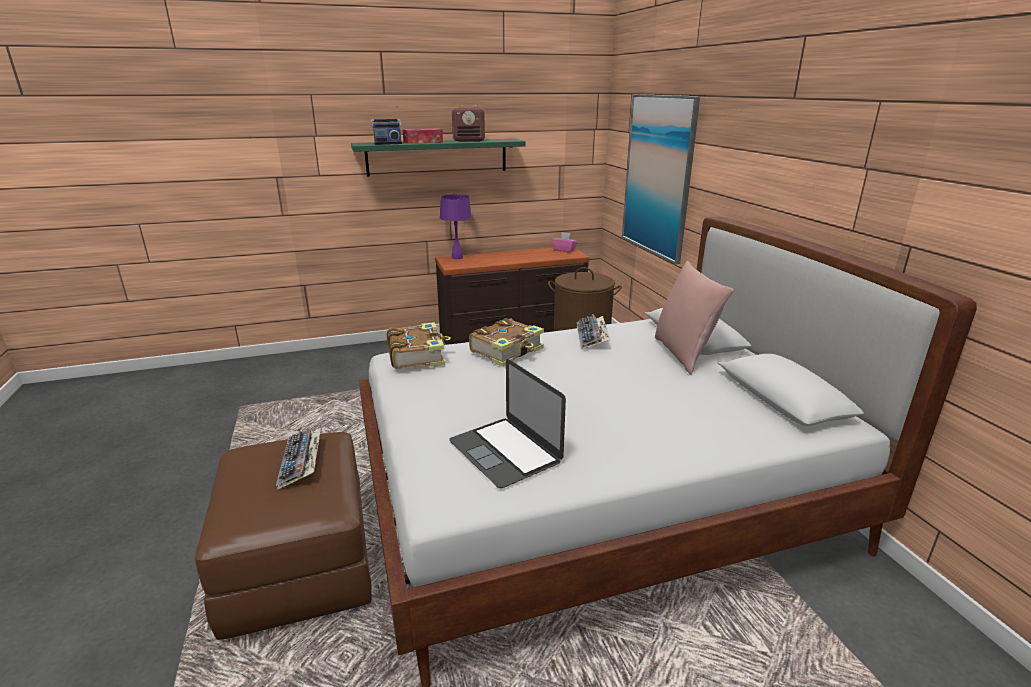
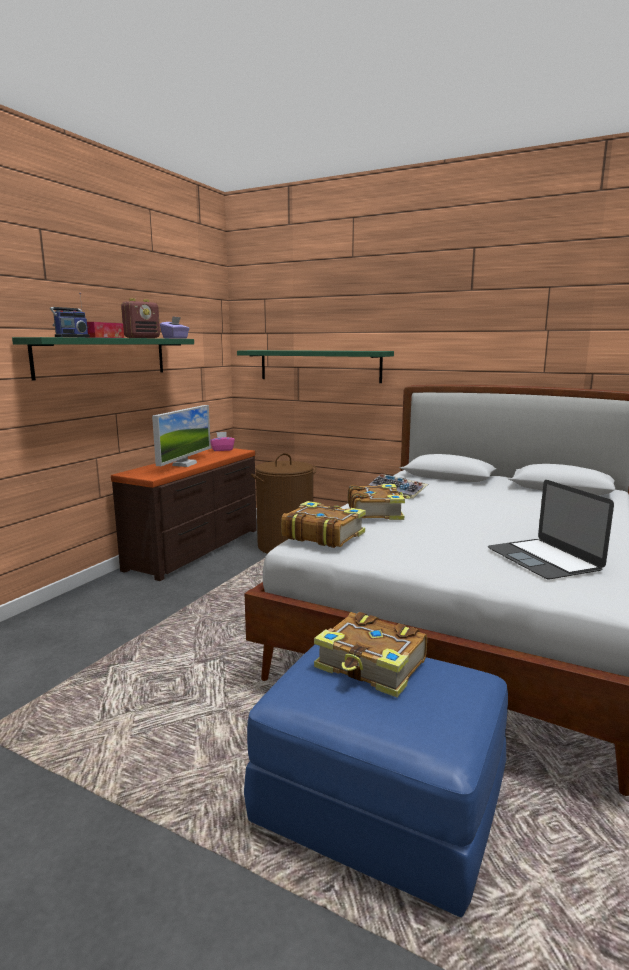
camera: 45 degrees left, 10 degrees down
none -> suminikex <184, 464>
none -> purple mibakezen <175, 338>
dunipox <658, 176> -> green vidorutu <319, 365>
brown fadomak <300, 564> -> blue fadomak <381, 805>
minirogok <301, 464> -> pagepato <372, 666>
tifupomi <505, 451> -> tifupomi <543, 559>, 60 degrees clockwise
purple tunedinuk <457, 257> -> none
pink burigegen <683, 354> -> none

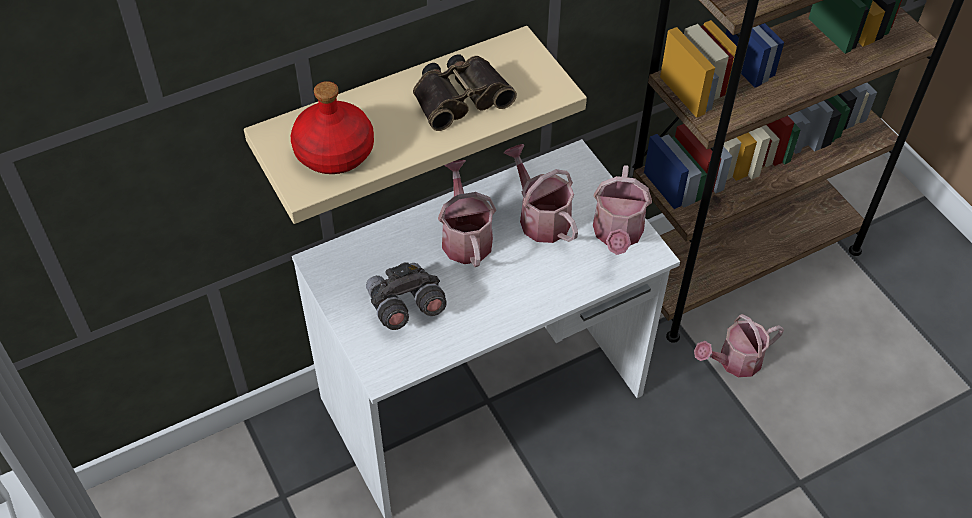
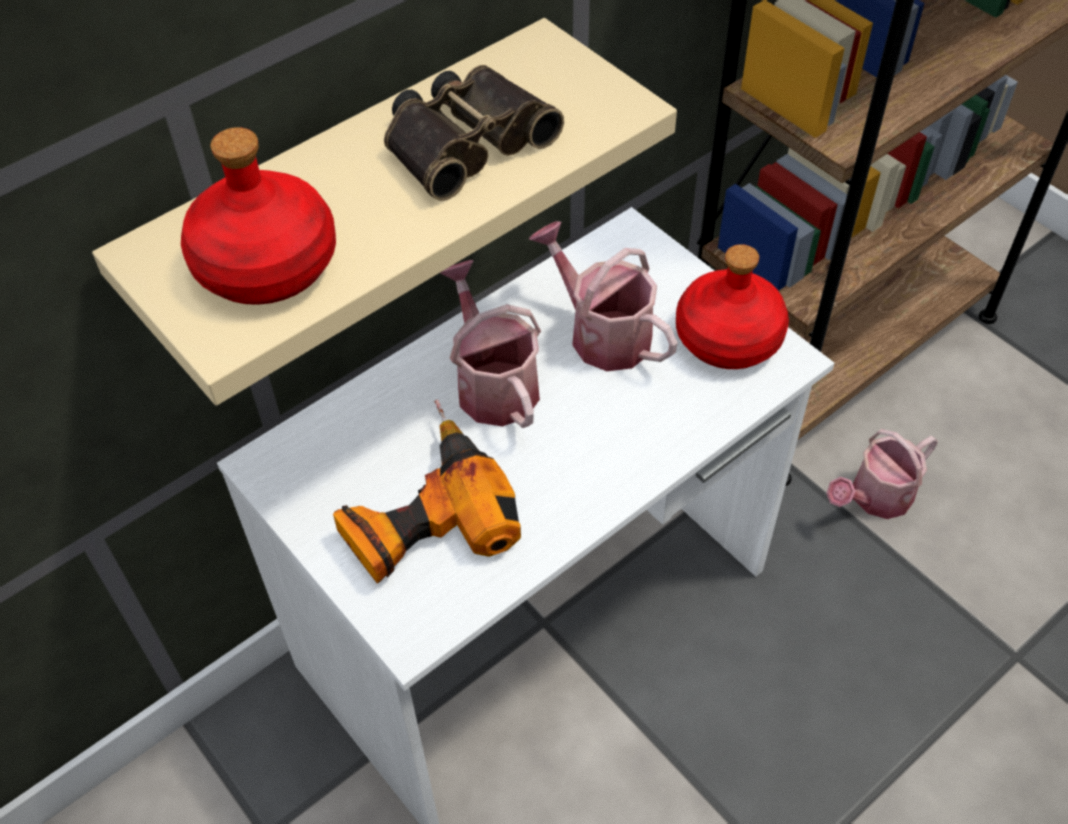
camera: 10 degrees left, 0 degrees up
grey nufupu <405, 306> -> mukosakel <422, 513>
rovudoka <617, 234> -> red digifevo <727, 339>

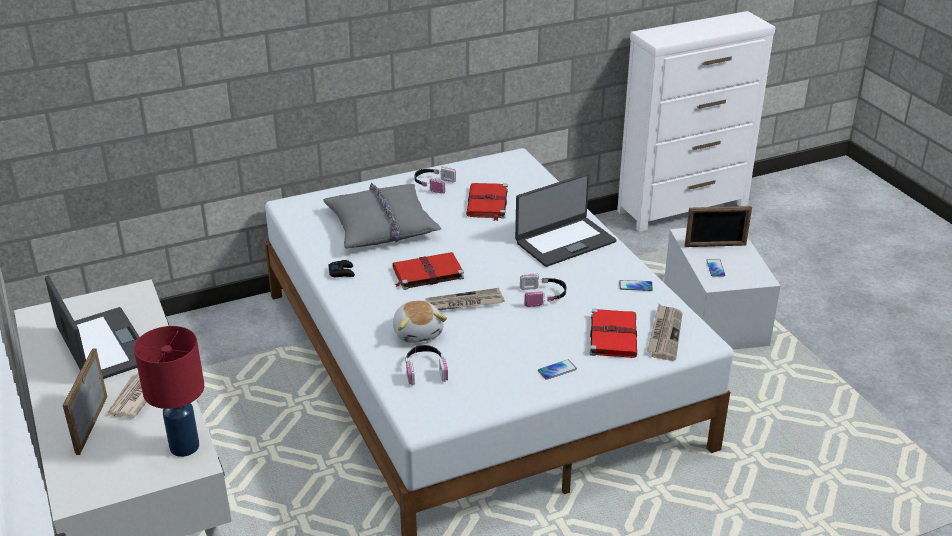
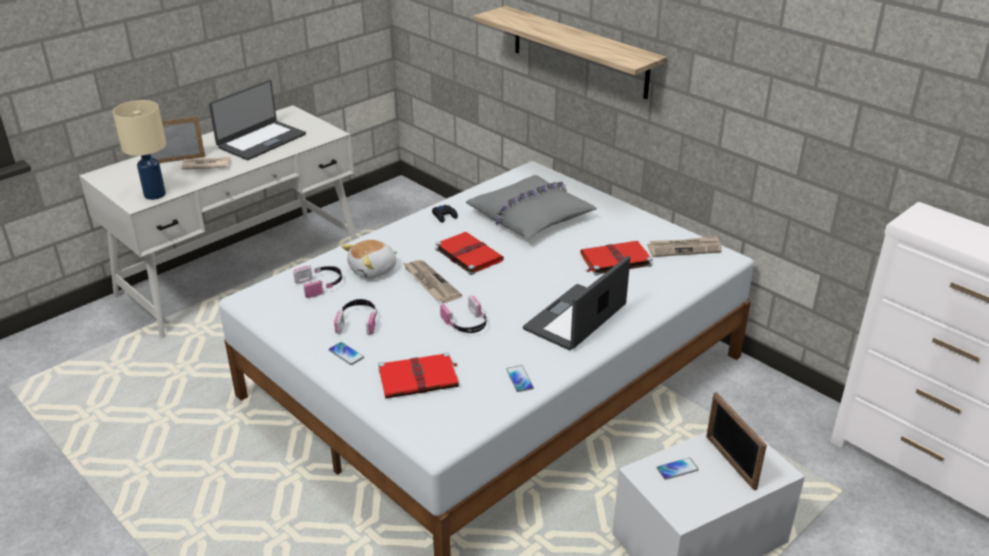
camera: 70 degrees right, 0 degrees up
red tunedinuk <185, 447> -> beige tunedinuk <154, 195>
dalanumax <433, 184> -> dalanumax <358, 322>, shifted
none -> vidorutu <579, 52>
tifupomi <564, 241> -> tifupomi <576, 318>, 90 degrees clockwise
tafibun <664, 334> -> tafibun <684, 248>, shifted

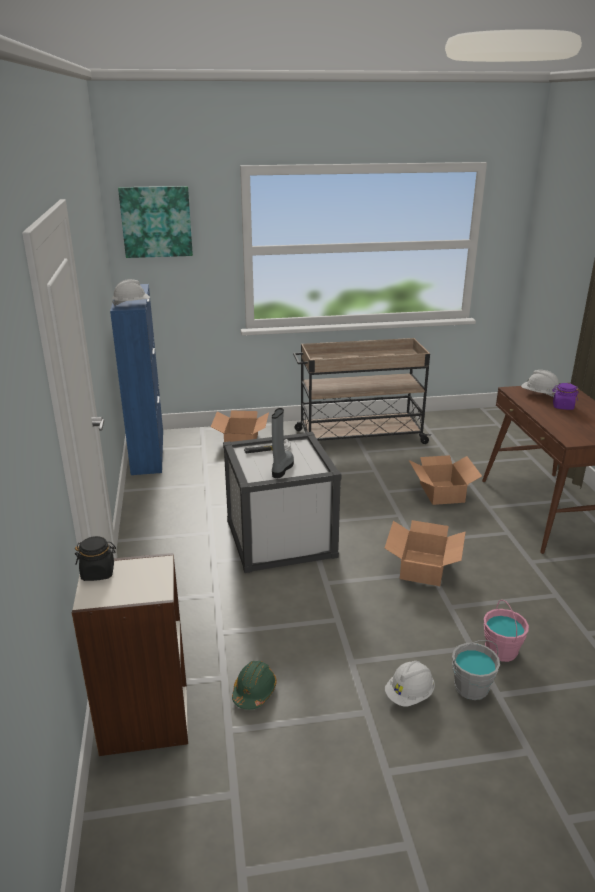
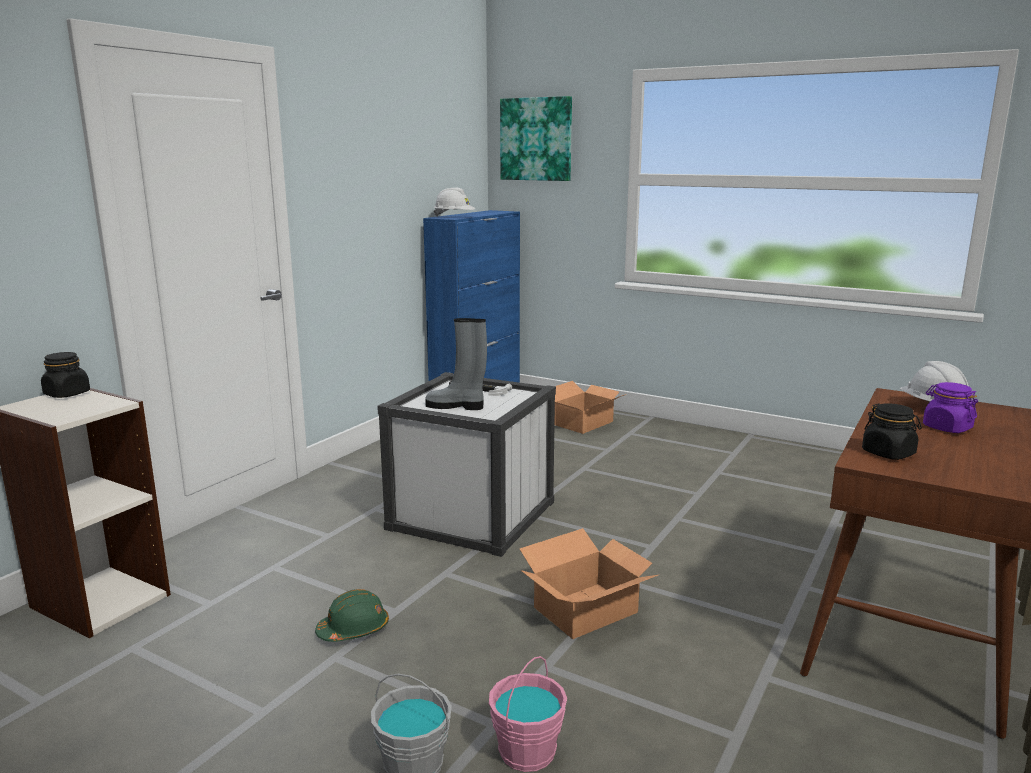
camera: 40 degrees right, 10 degrees down
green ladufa <254, 691> -> green ladufa <354, 630>, shifted
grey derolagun <282, 468> -> grey derolagun <456, 406>, 135 degrees counterclockwise
none -> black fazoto <888, 453>
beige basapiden <358, 437> -> none
white ladufa <409, 695> -> none
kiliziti <442, 492> -> none

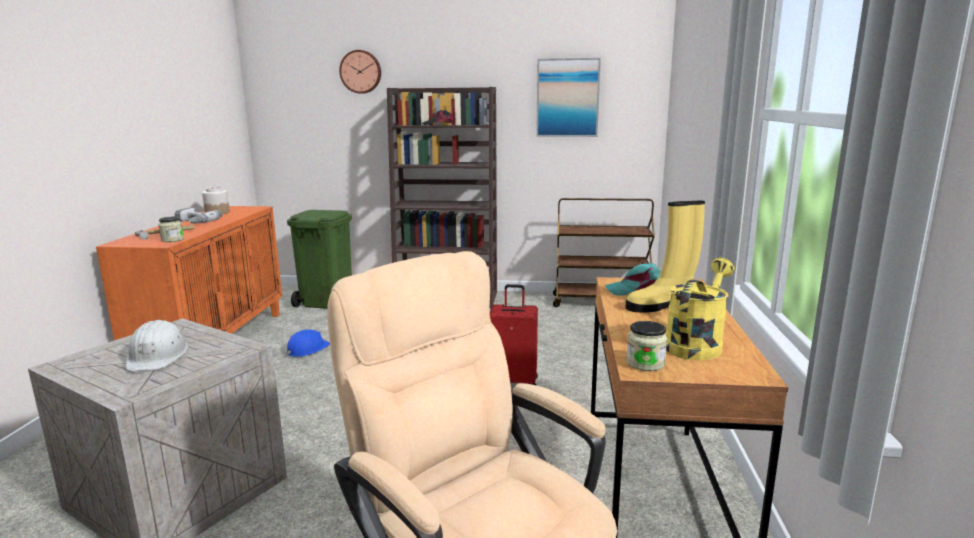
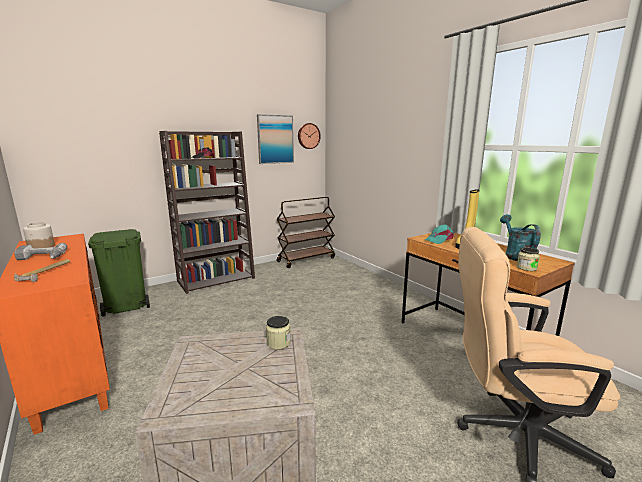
camera: 40 degrees left, 0 degrees up
fazoto <172, 240> -> fazoto <278, 343>, shifted
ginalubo <361, 72> -> ginalubo <308, 136>, shifted
yellow rovudoka <696, 344> -> turquoise rovudoka <516, 255>
white ladufa <157, 356> -> none
blue ladufa <307, 349> -> none
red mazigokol <513, 382> -> none

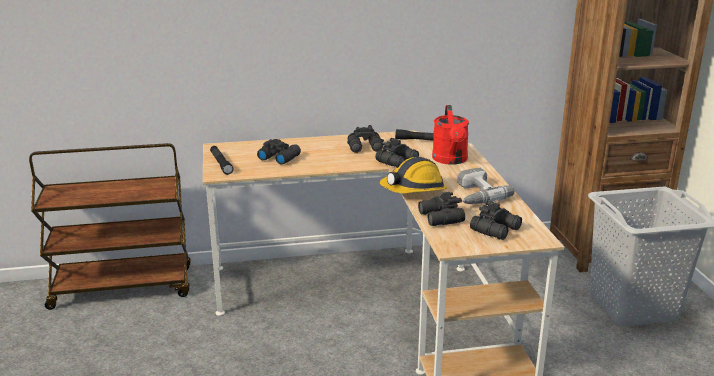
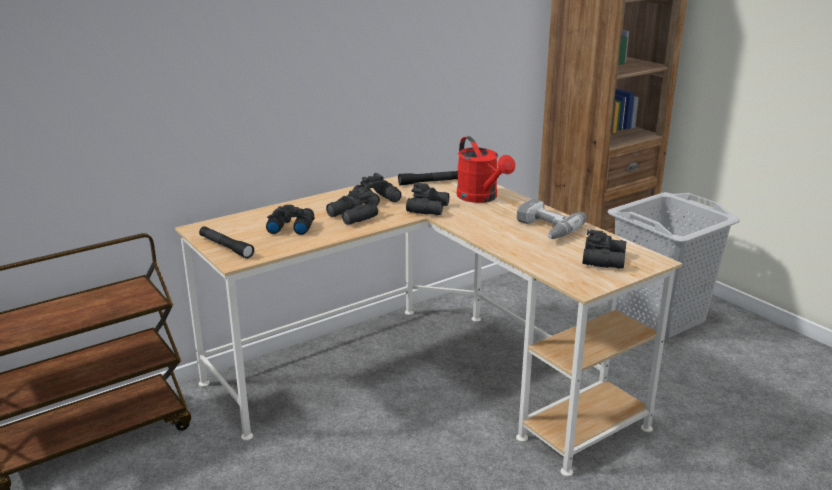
camera: 25 degrees left, 0 degrees up
black nufupu <440, 218> -> black nufupu <351, 217>, shifted
ladufa <413, 190> -> none

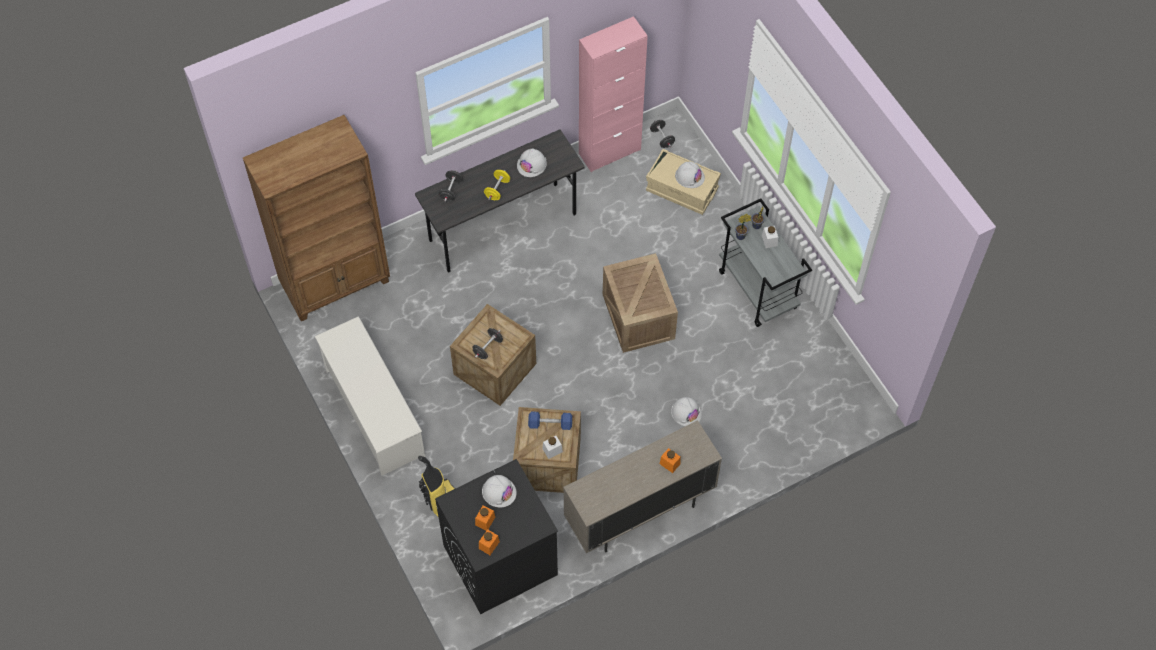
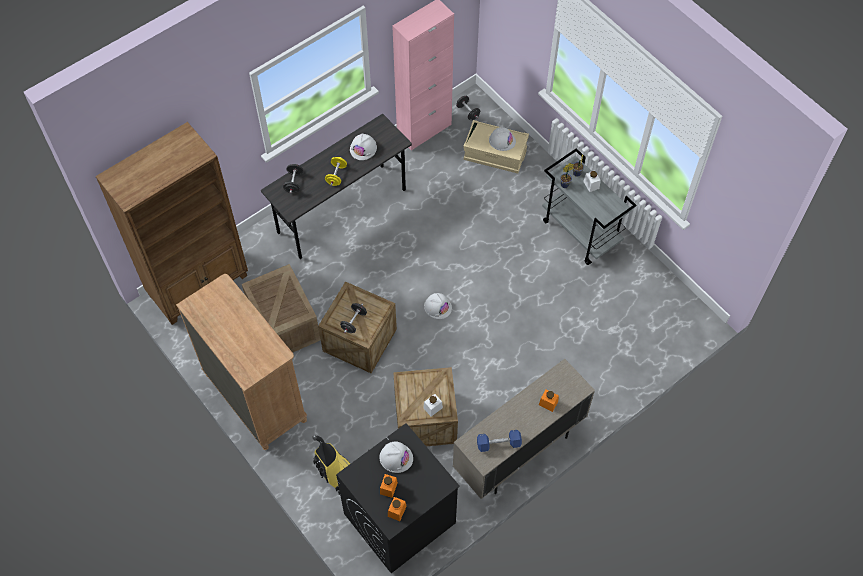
camera: 10 degrees left, 0 degrees up
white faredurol <374, 412> -> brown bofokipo <255, 398>
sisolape <637, 315> -> sisolape <283, 323>, shifted
white ladufa <686, 412> -> white ladufa <438, 307>, shifted
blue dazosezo <550, 424> -> blue dazosezo <498, 443>, shifted

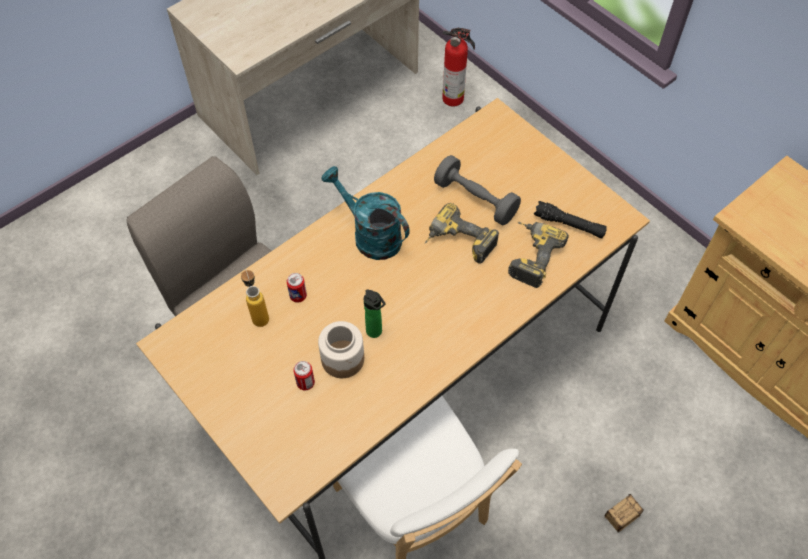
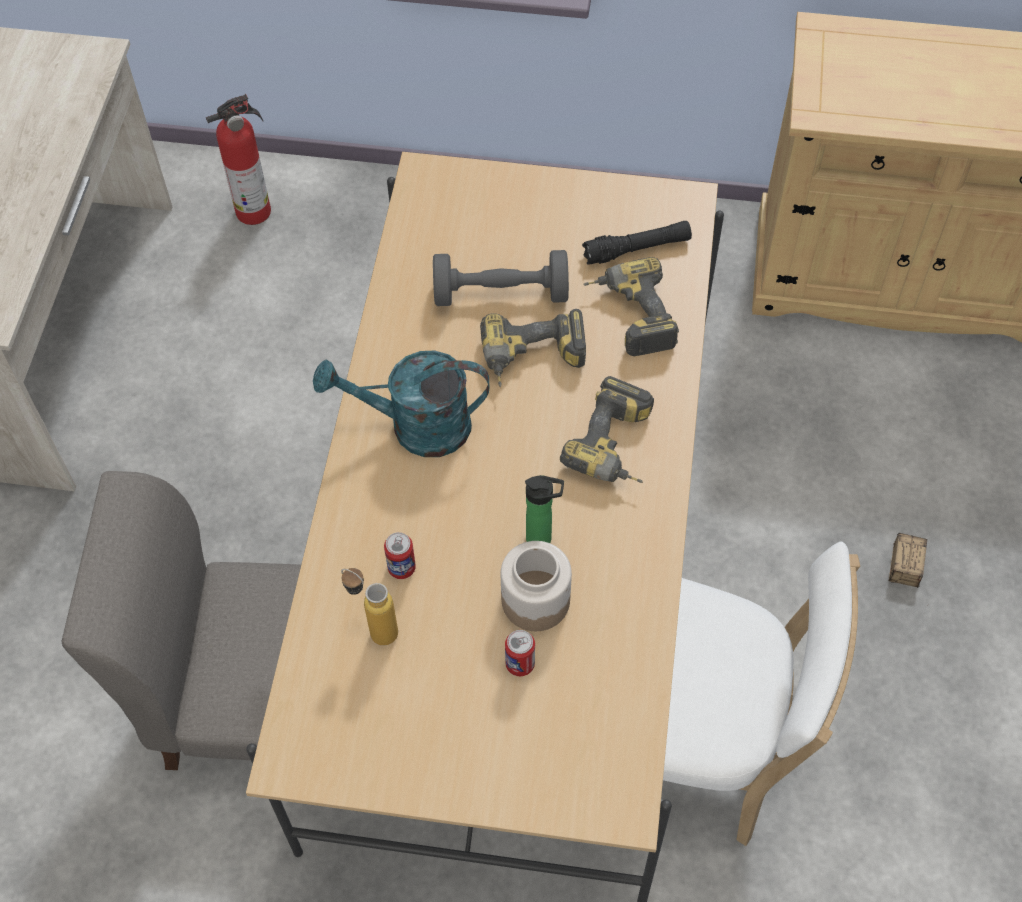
camera: 40 degrees left, 0 degrees up
none -> mukosakel <617, 447>

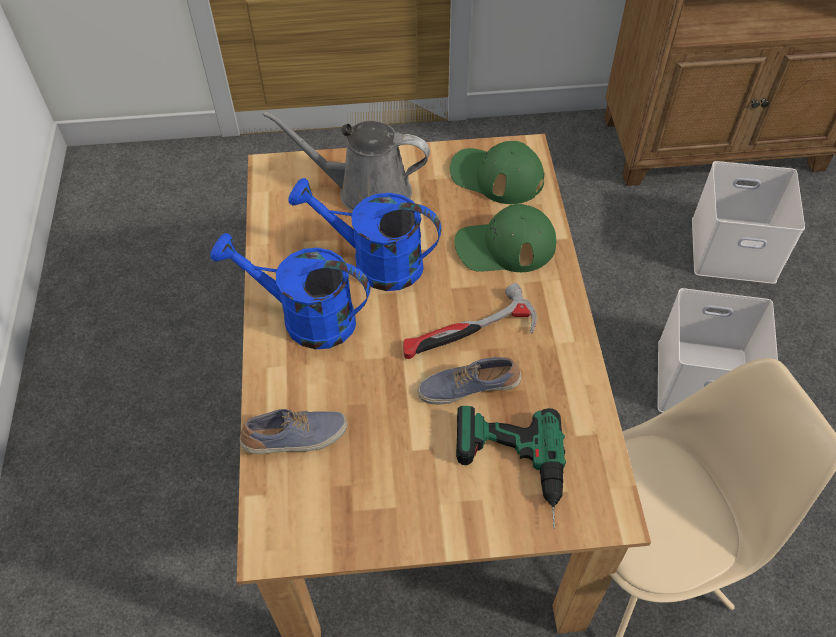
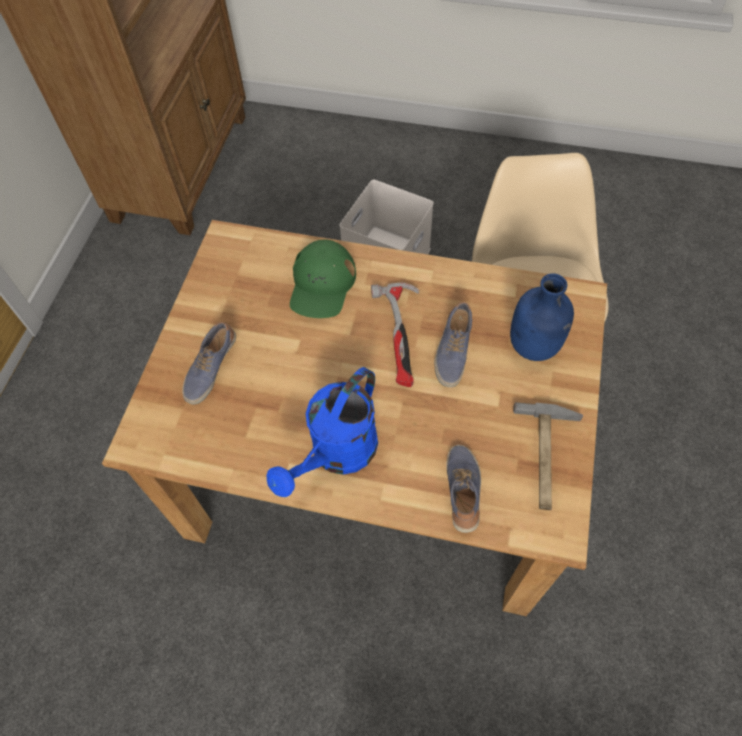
camera: 70 degrees left, 5 degrees up
grey rovudoka <366, 192> -> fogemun <210, 369>
mukosakel <510, 472> -> blue digifevo <534, 346>
none -> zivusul <546, 457>
blue rovudoka <375, 262> -> none
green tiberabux <496, 176> -> none
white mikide <731, 250> -> none

